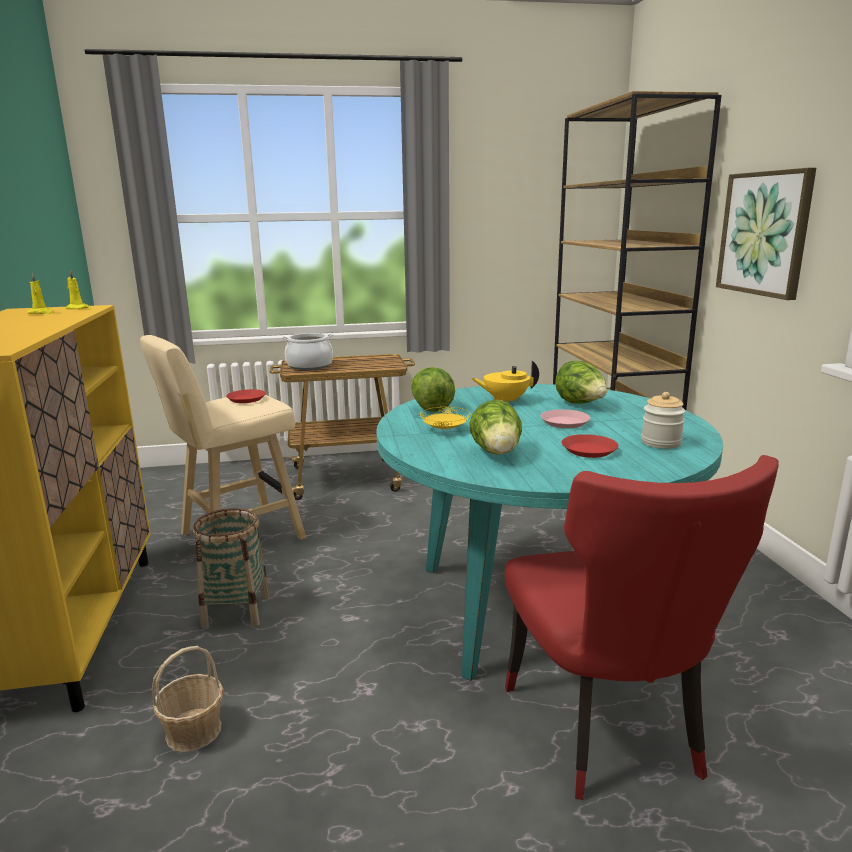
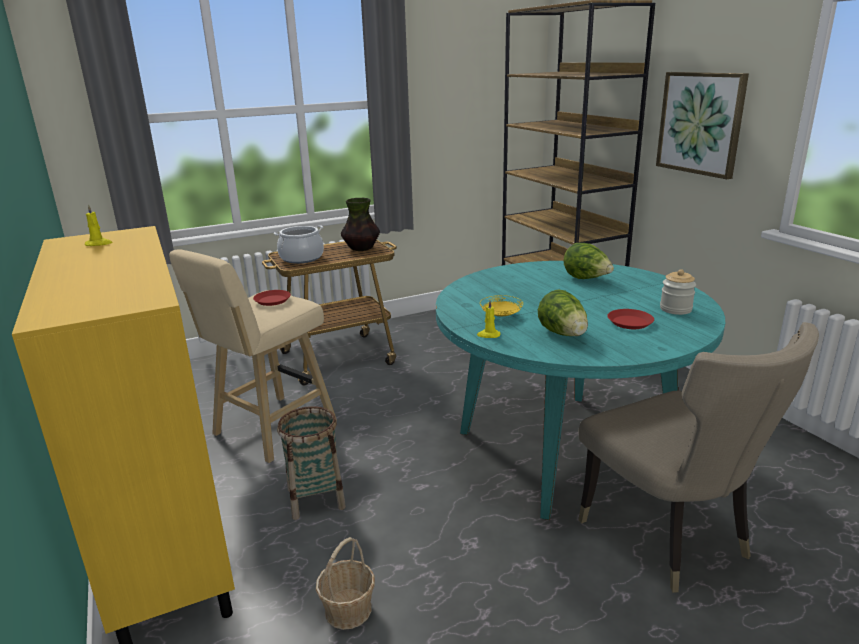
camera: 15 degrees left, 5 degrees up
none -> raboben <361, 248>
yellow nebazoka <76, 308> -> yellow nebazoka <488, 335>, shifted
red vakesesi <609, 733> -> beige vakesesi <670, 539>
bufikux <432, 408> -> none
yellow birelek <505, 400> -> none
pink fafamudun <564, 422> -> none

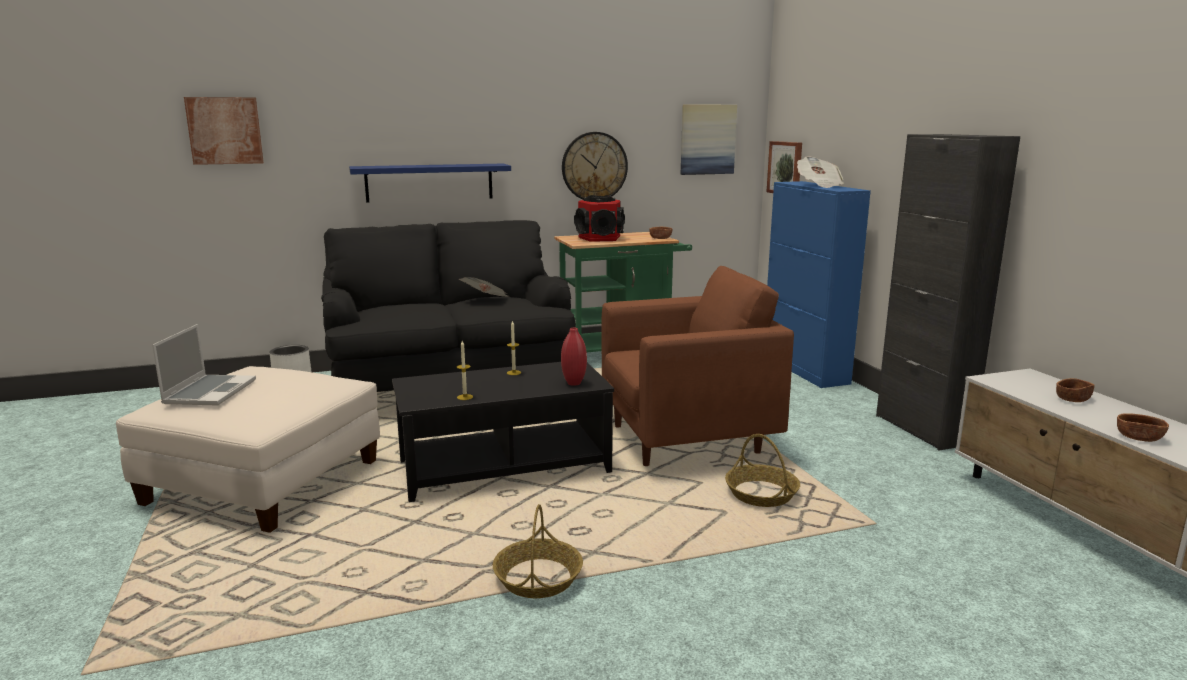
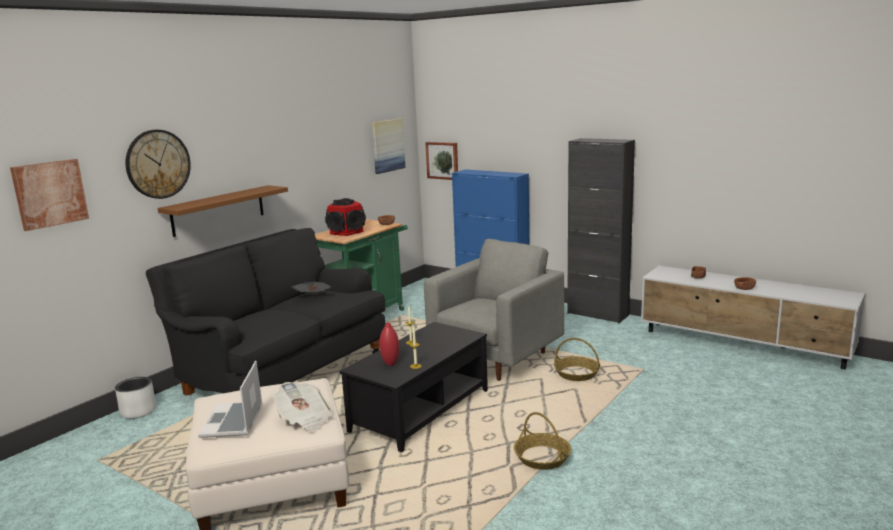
camera: 35 degrees left, 0 degrees up
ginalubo <594, 167> -> ginalubo <158, 164>, shifted
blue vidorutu <429, 182> -> brown vidorutu <218, 210>
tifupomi <210, 392> -> tifupomi <233, 421>, 150 degrees counterclockwise
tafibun <819, 185> -> tafibun <304, 420>, shifted
red raboben <574, 383> -> red raboben <390, 363>, shifted
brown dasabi <686, 440> -> grey dasabi <496, 358>

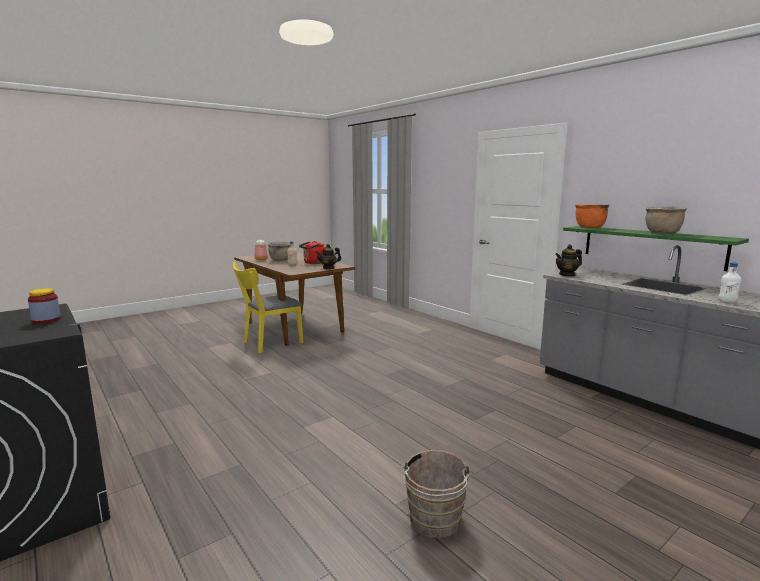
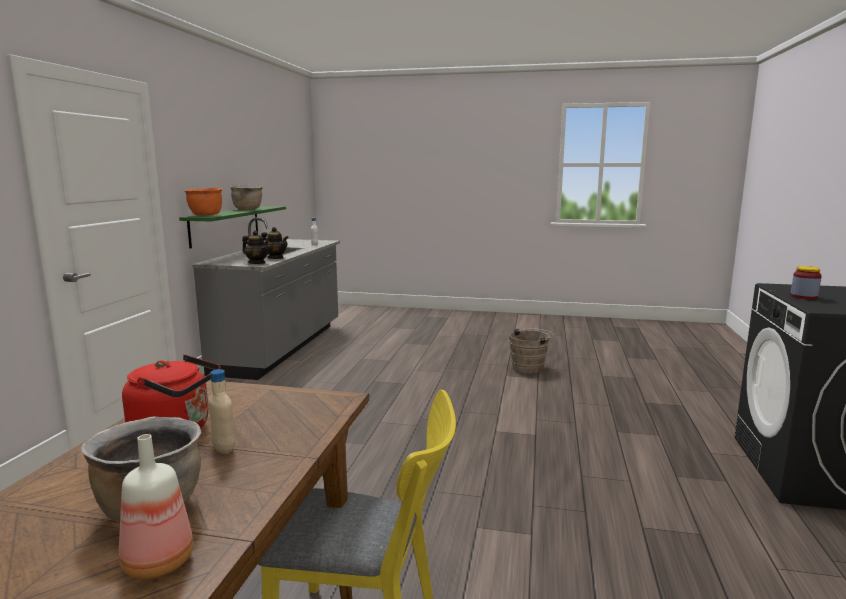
camera: 130 degrees left, 0 degrees up
birelek <328, 268> -> birelek <275, 258>, shifted

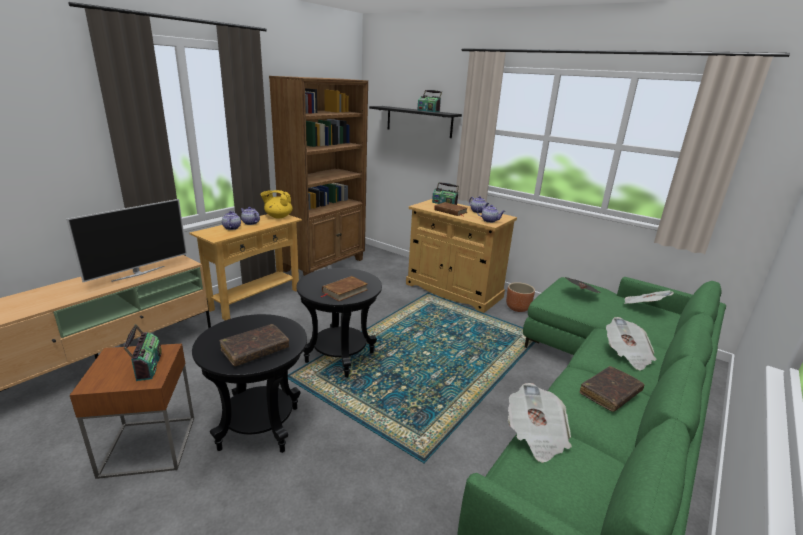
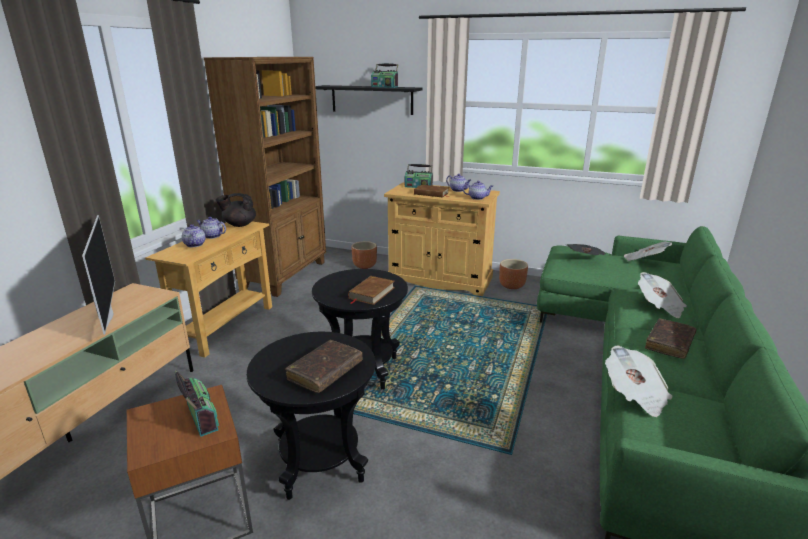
camera: 15 degrees left, 0 degrees up
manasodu <138, 273> -> manasodu <106, 316>, 45 degrees counterclockwise
yellow birelek <278, 216> -> black birelek <239, 225>
none -> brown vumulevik <364, 266>

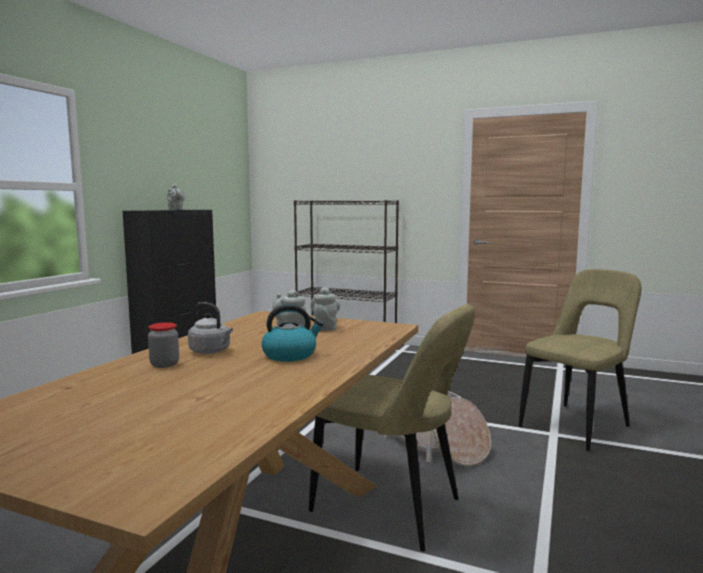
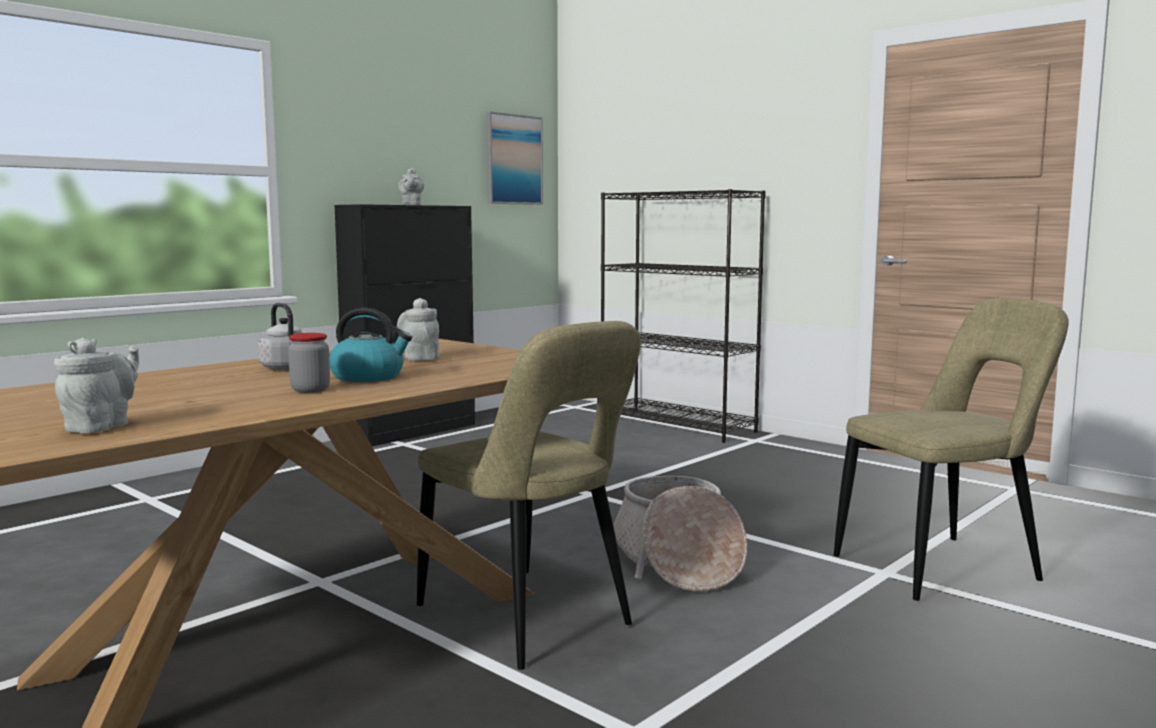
camera: 20 degrees right, 0 degrees up
grey birelek <325, 328> -> grey birelek <102, 427>, shifted
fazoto <164, 364> -> fazoto <310, 390>, shifted
none -> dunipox <513, 159>

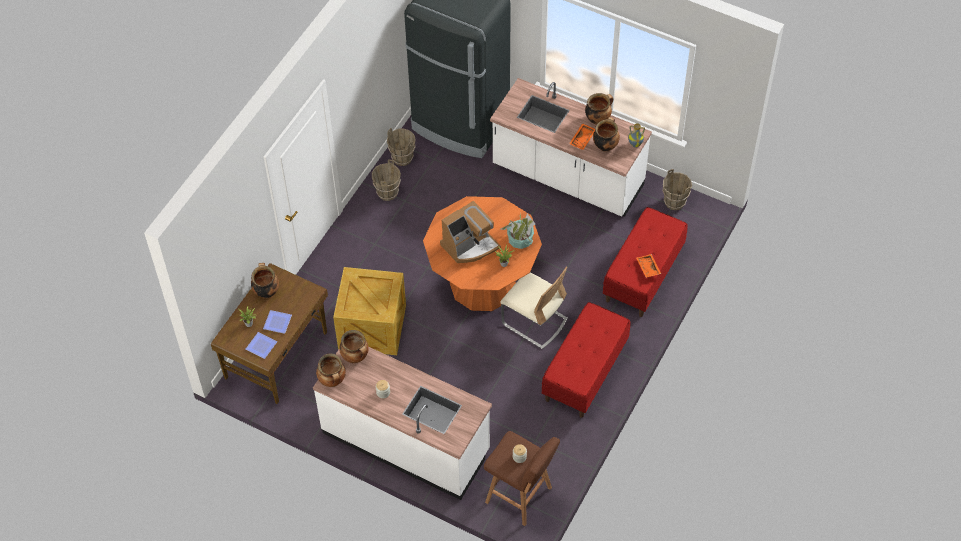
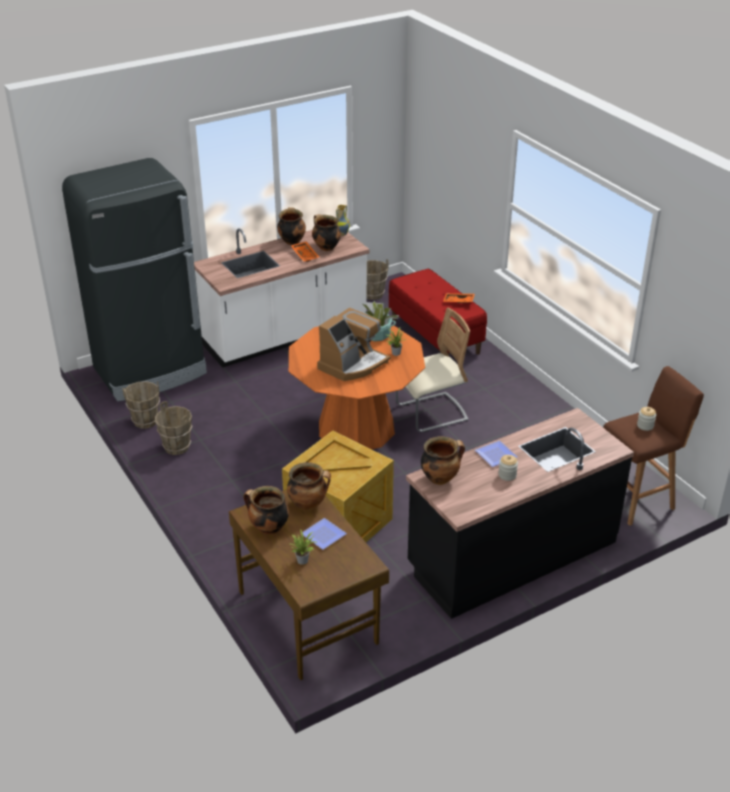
camera: 60 degrees left, 20 degrees down
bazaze <332, 380> -> bazaze <308, 504>, shifted
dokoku <470, 245> -> dokoku <353, 365>, 45 degrees clockwise
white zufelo <406, 441> -> black zufelo <511, 554>
fafamudun <261, 345> -> fafamudun <494, 455>, shifted
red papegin <585, 373> -> none

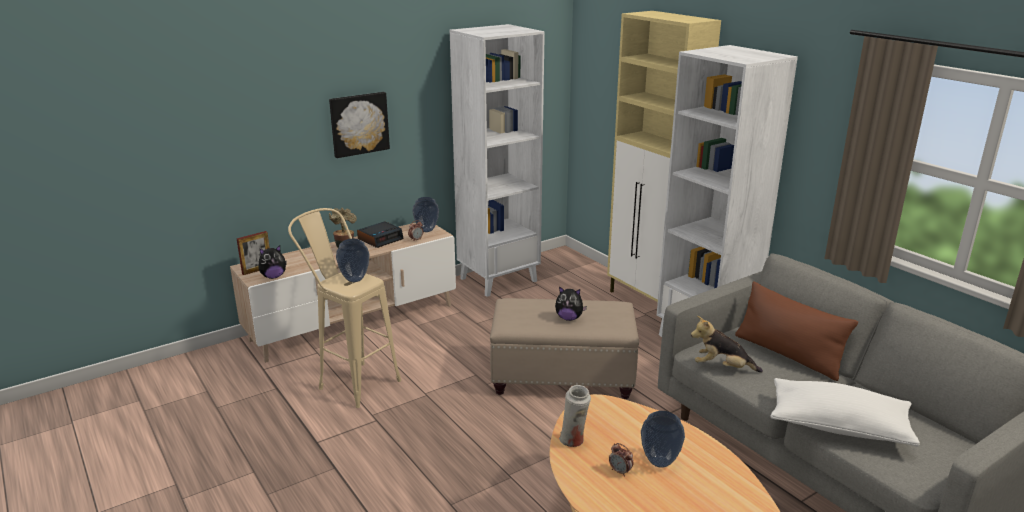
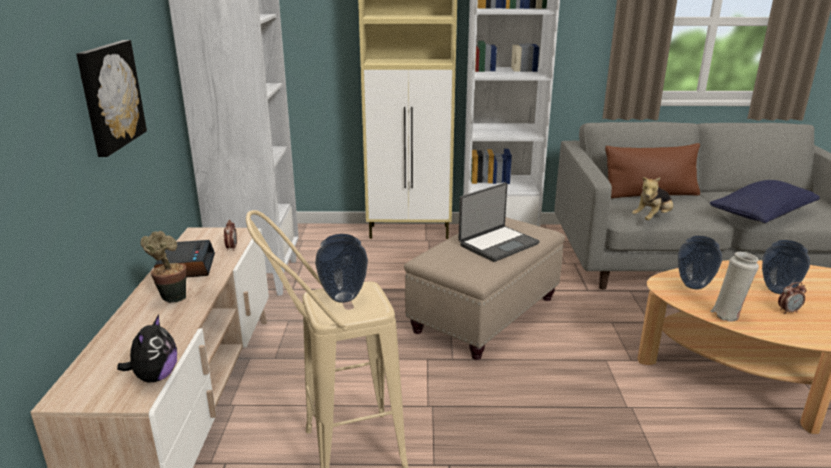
camera: 55 degrees left, 0 degrees up
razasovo <569, 318> -> tifupomi <497, 244>
raboben <426, 230> -> raboben <693, 285>, shifted
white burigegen <838, 426> -> blue burigegen <761, 215>
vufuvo <257, 270> -> none

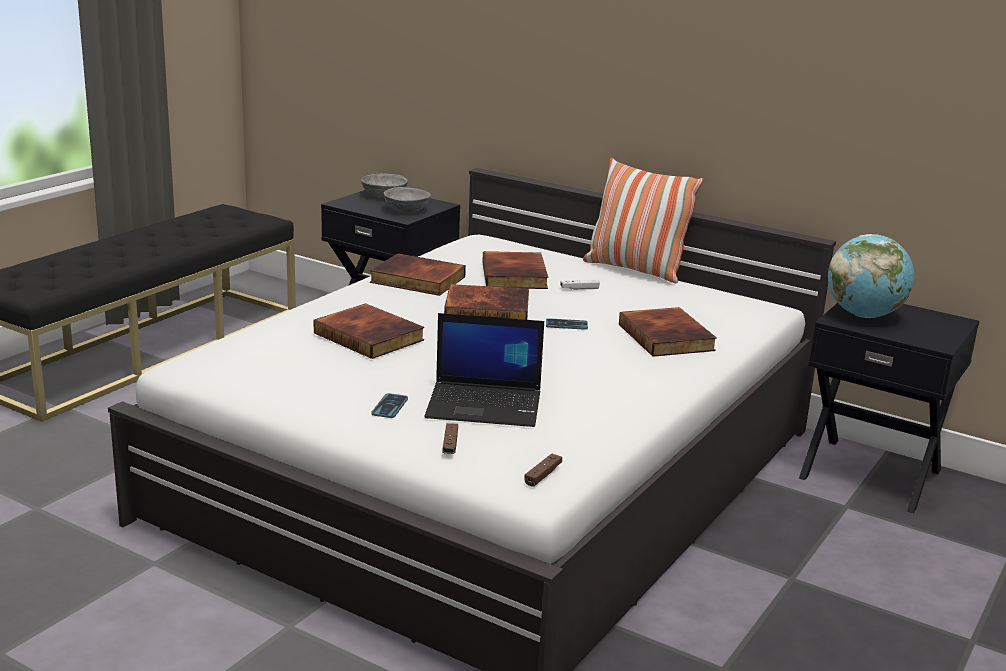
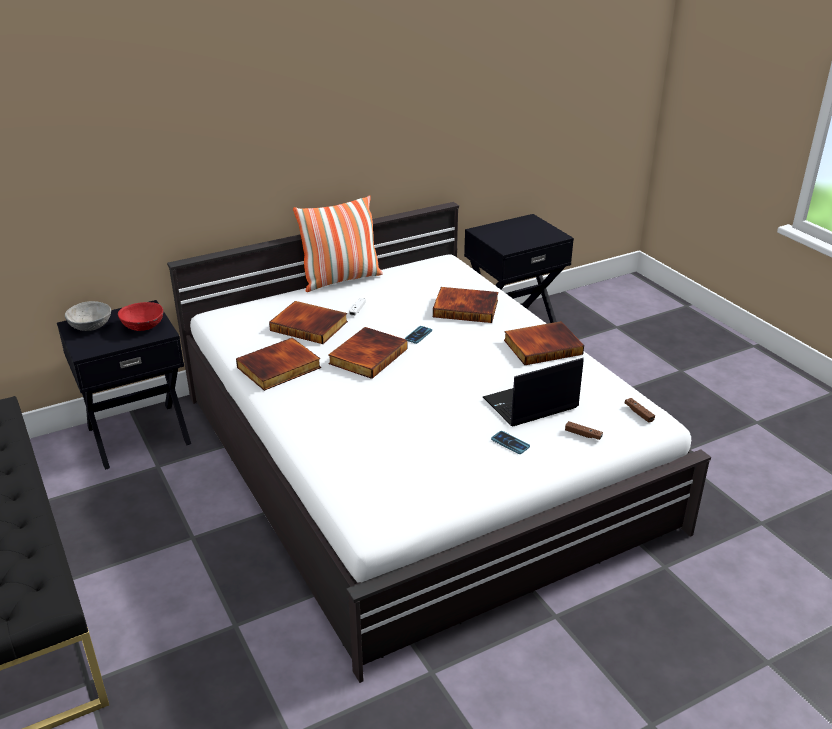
camera: 60 degrees left, 10 degrees up
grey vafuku <406, 210> -> red vafuku <143, 326>
tifupomi <485, 405> -> tifupomi <530, 404>, 150 degrees counterclockwise
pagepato <370, 336> -> pagepato <542, 346>, shifted
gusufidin <864, 315> -> none

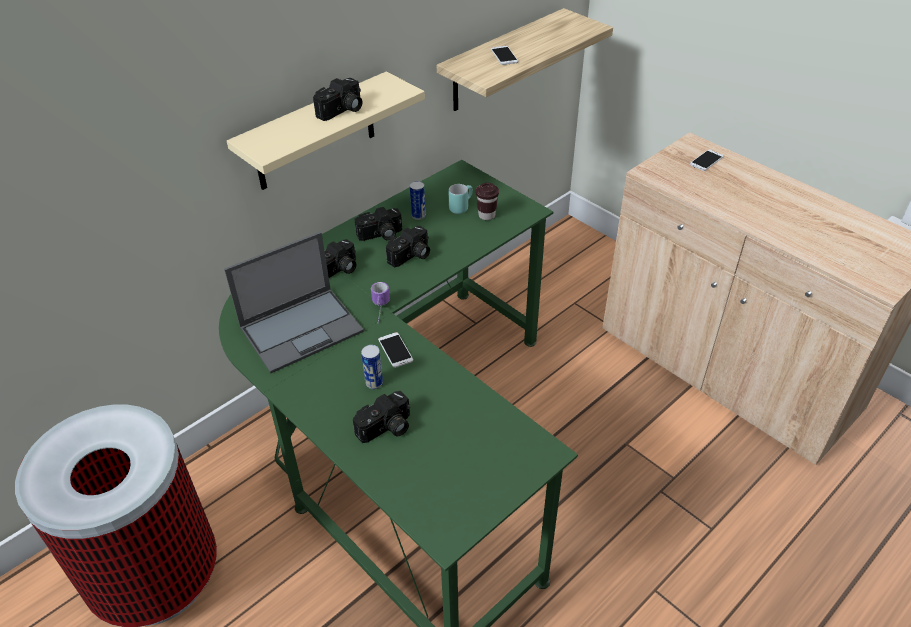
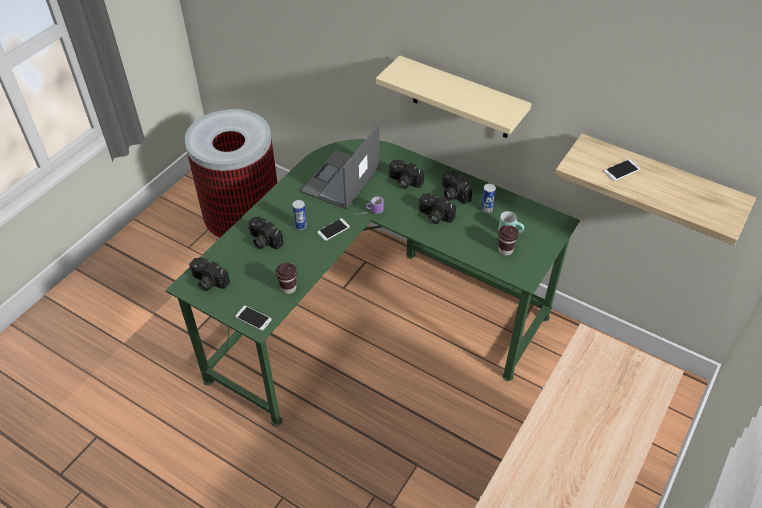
camera: 75 degrees right, 5 degrees up
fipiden <342, 111> -> fipiden <208, 282>, shifted
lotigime <706, 160> -> lotigime <253, 318>, shifted
none -> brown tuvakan <288, 288>
tifupomi <302, 328> -> tifupomi <340, 180>, 75 degrees clockwise

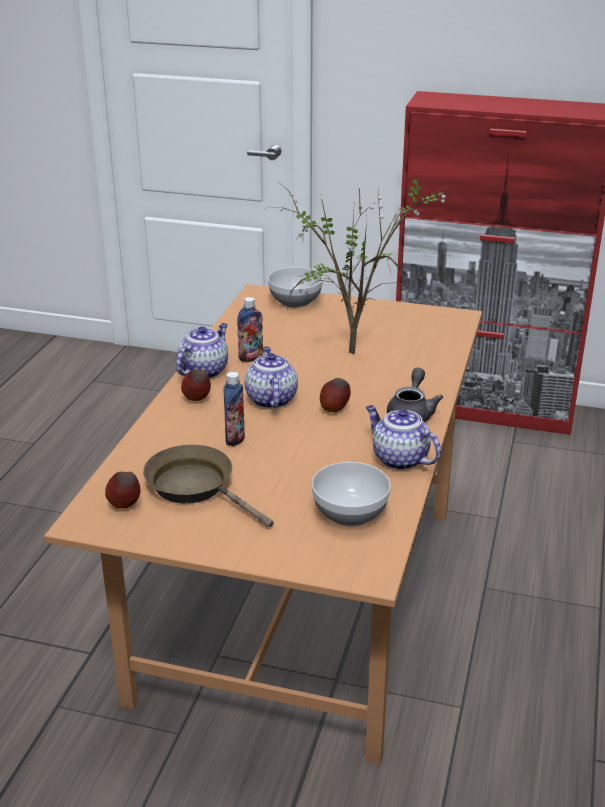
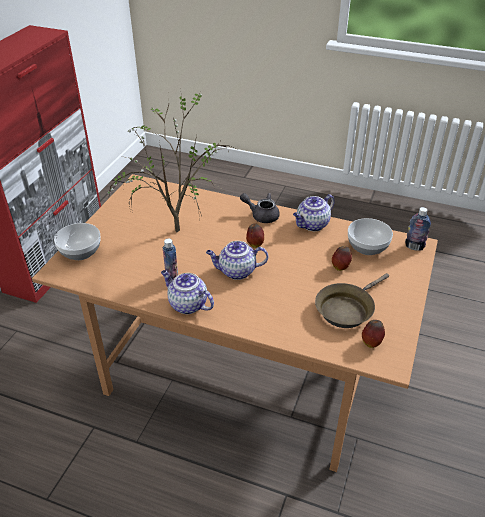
camera: 85 degrees left, 10 degrees up
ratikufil <197, 400> -> ratikufil <340, 267>, shifted
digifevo <235, 439> -> digifevo <414, 247>, shifted

